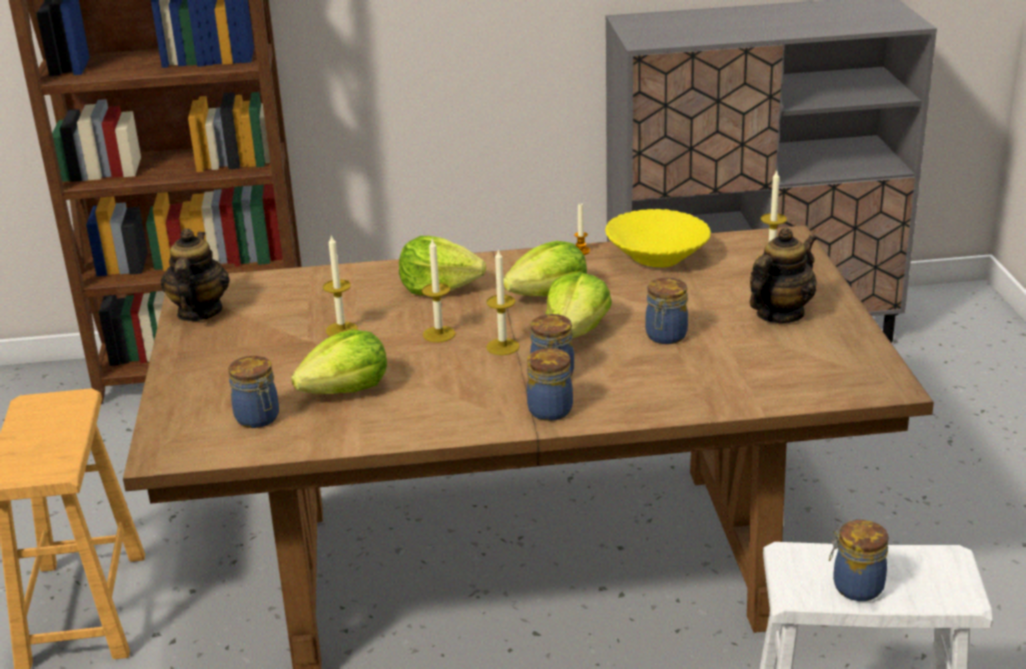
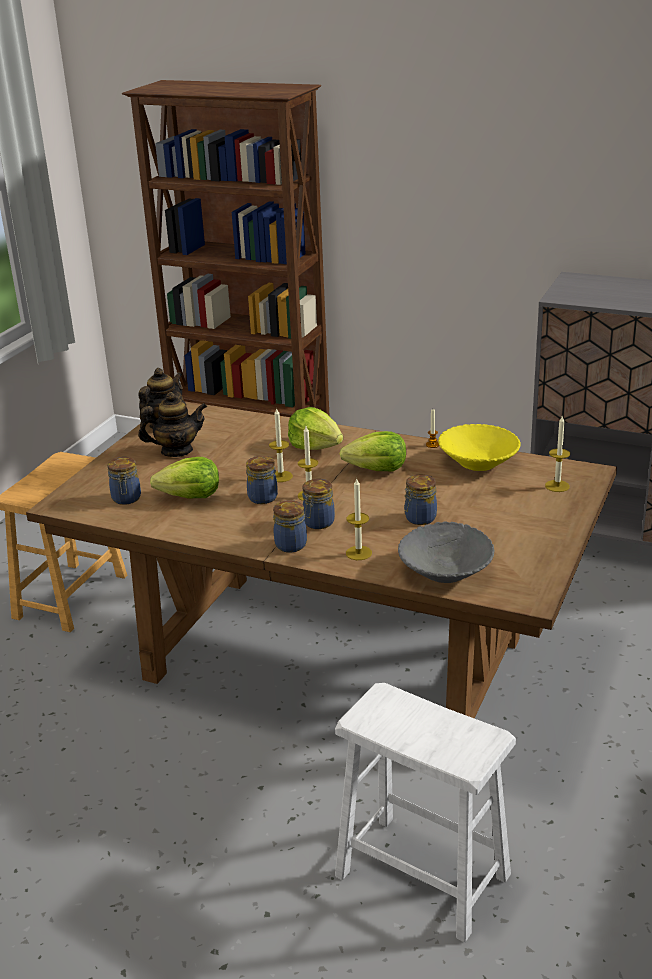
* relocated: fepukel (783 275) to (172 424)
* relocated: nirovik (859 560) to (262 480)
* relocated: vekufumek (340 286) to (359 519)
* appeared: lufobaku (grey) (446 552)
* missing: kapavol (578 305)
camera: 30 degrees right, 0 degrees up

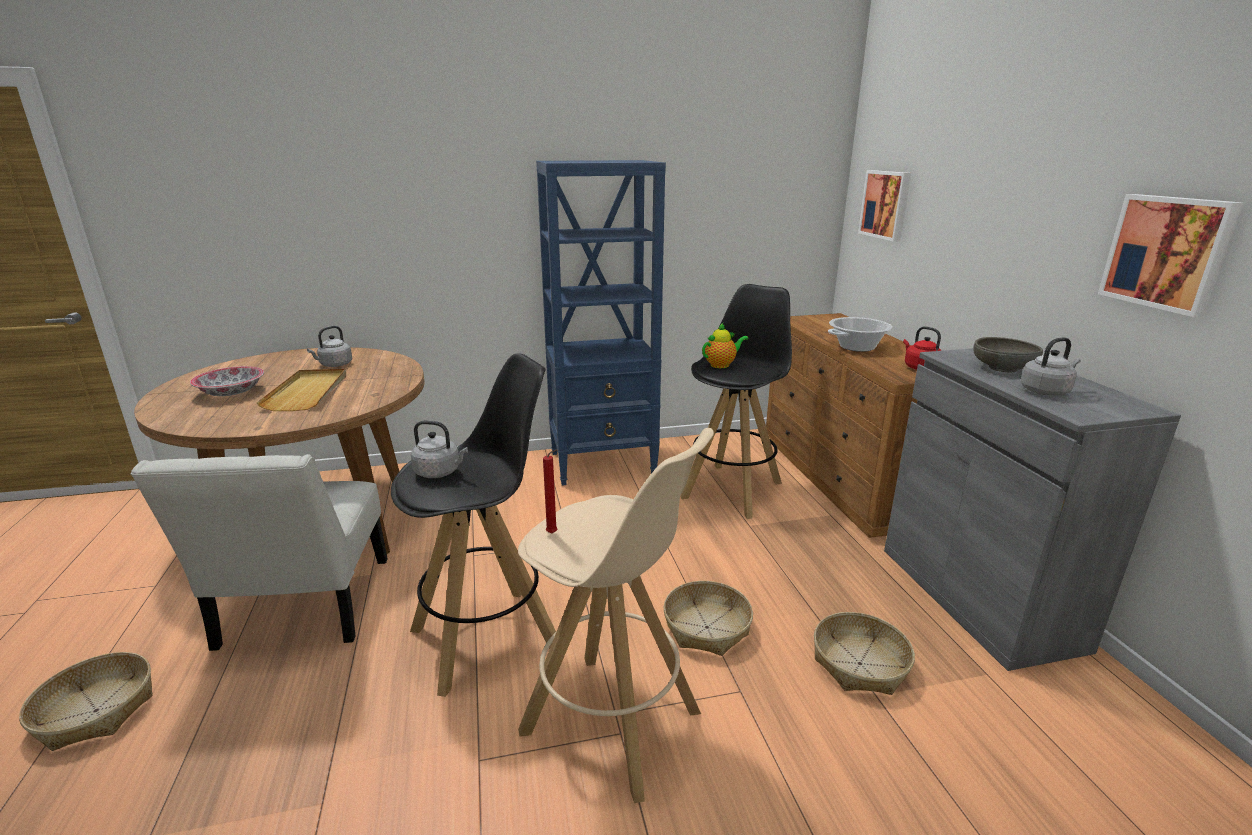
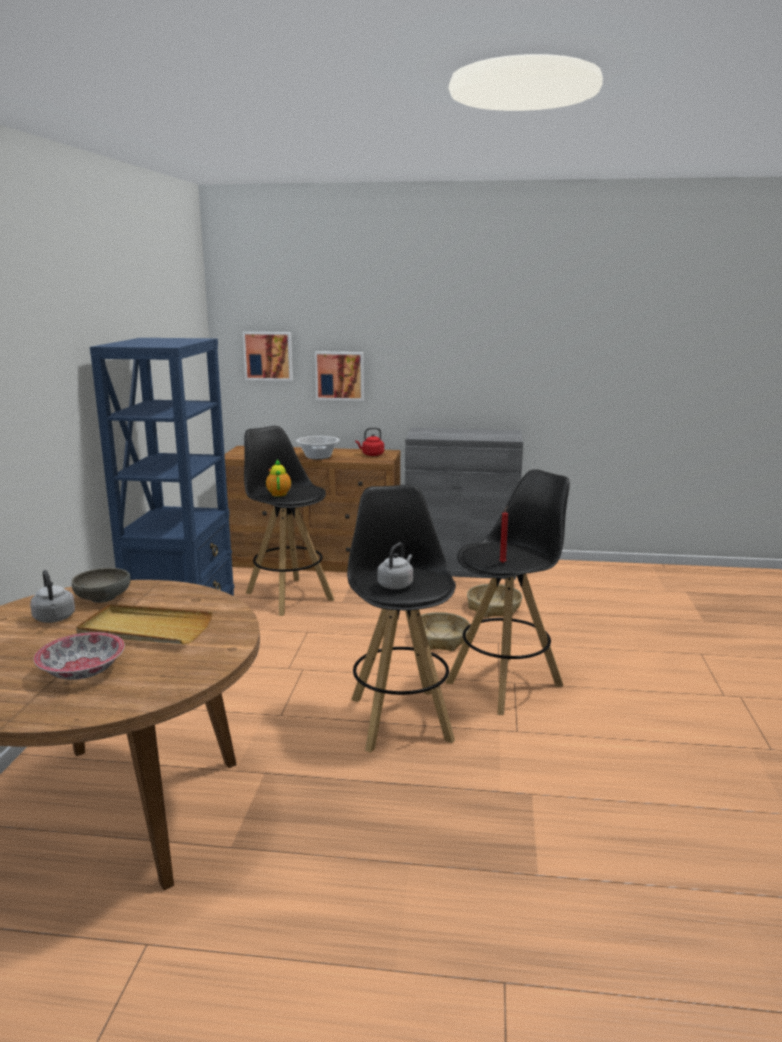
* relocated: lufobaku (grey) (1008 355) to (101 585)
* relocated: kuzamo (1171 255) to (339 376)
* colour: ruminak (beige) (616 615) to ruminak (black) (508 592)
* missing: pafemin (86 701)
* missing: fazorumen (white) (259 552)
* missing: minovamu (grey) (1051 366)
camera: 70 degrees left, 5 degrees down

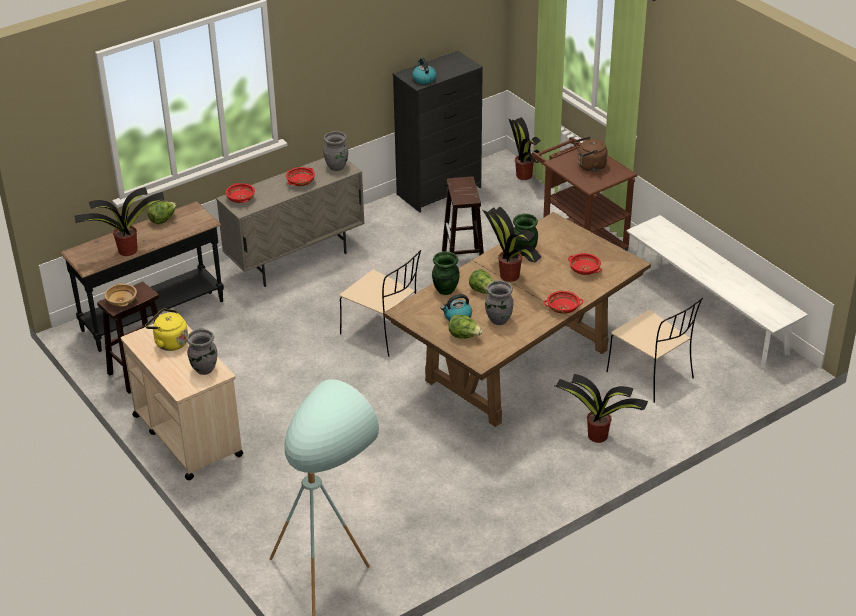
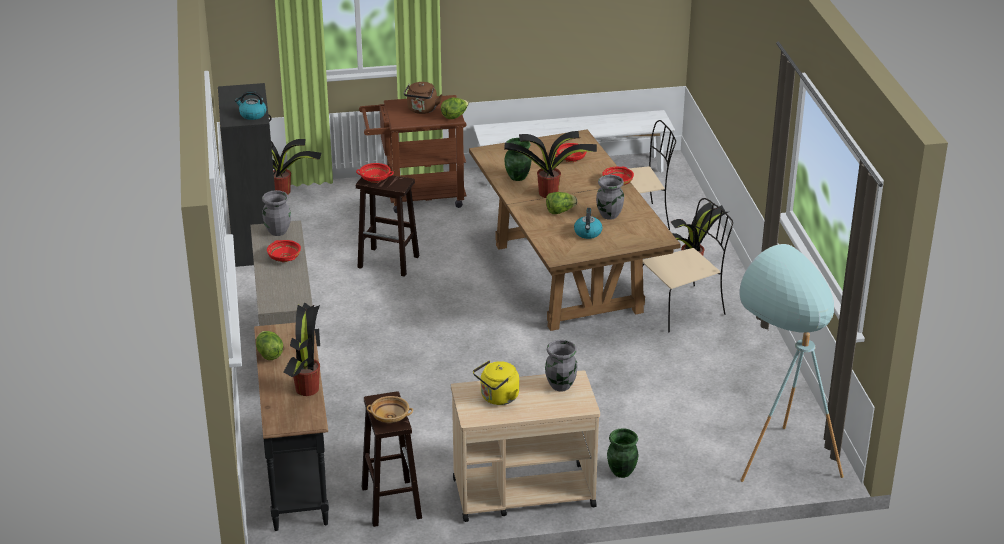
* relocated: lufobaku (red) (240 193) to (375 173)
* relocated: kapavol (466 326) to (455 108)
* relocated: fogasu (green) (446 273) to (622 453)
* relocated: fazorumen (beige) (380 303) to (688 265)
camera: 65 degrees left, 5 degrees down

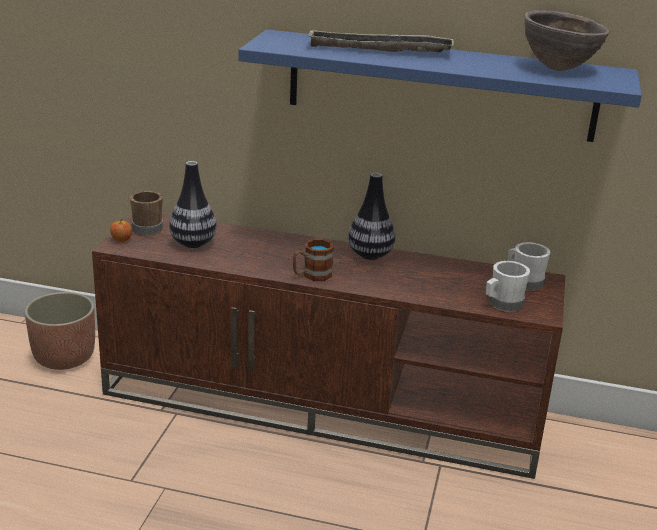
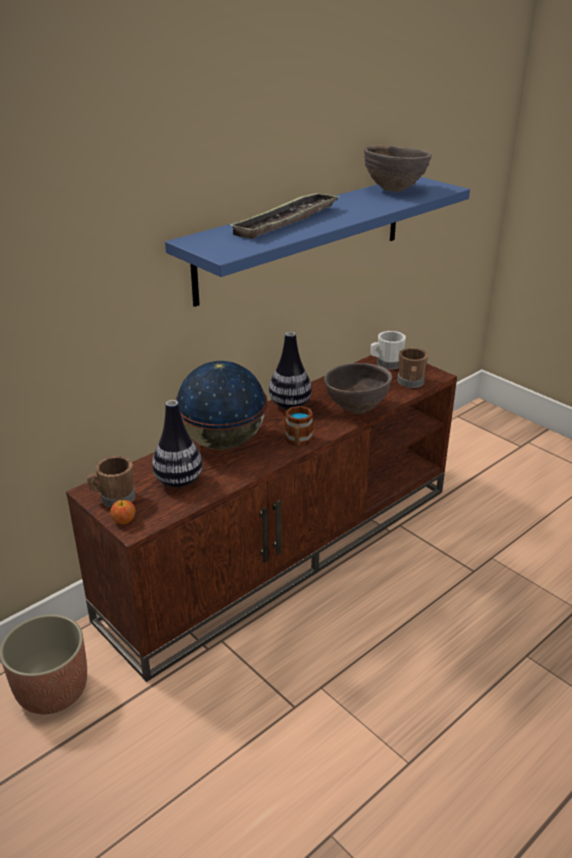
* appeared: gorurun (221 405)
* appeared: lufobaku (brown) (358 388)
* colour: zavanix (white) (508 286) to zavanix (brown) (412 368)
camera: 55 degrees left, 5 degrees up

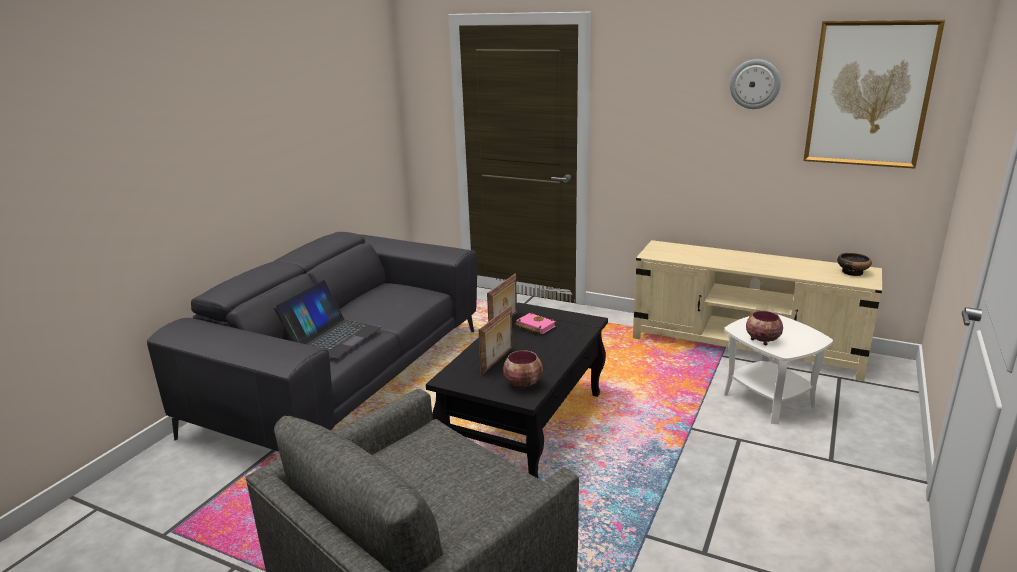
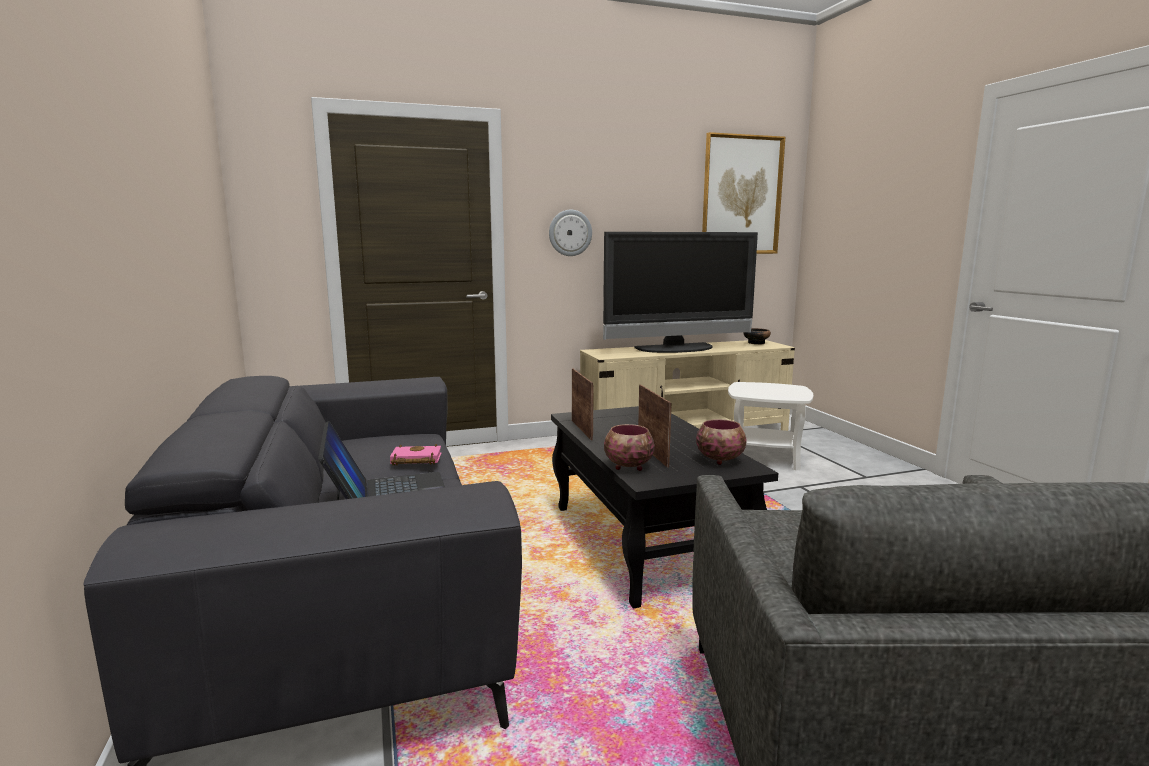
* relocated: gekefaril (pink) (536 323) to (415 454)
* relocated: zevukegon (755 84) to (570 233)
* appeared: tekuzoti (680 292)
* relocated: lufobaku (764 328) to (629 447)
camera: 45 degrees left, 10 degrees down

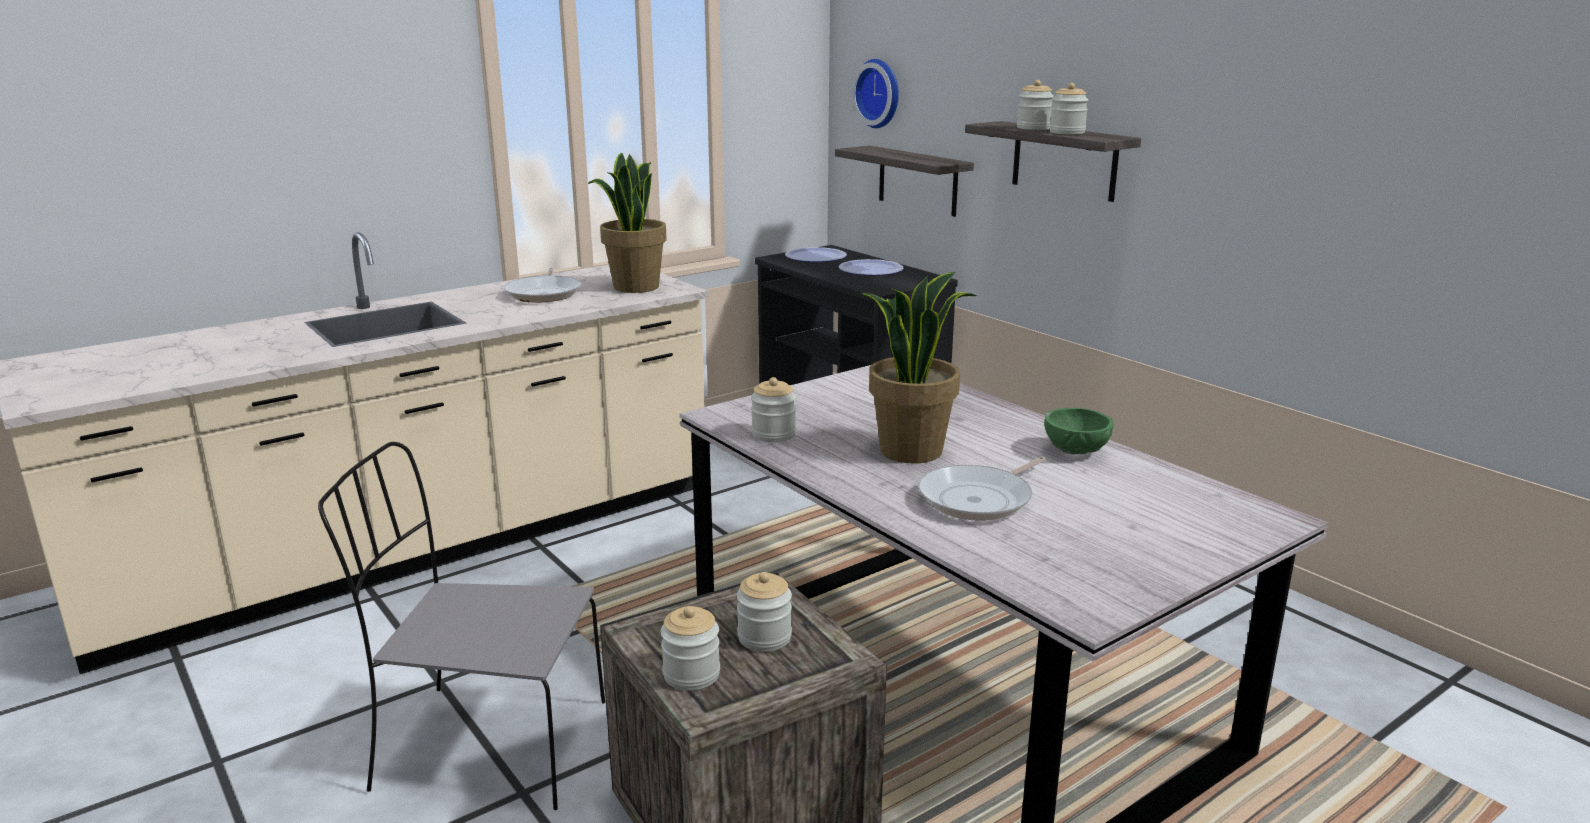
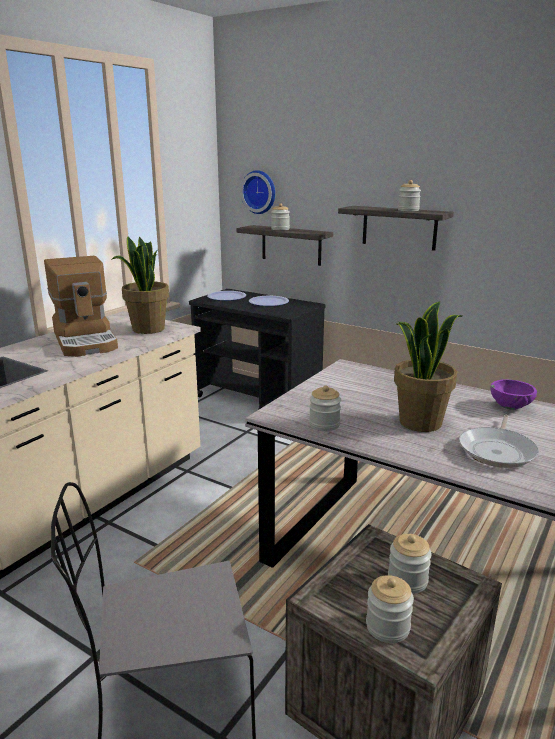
* exchanged: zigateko (542 285) to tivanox (81 306)
* relocated: nirovik (1035 105) to (280 216)
* colour: lufobaku (green) (1079 431) to lufobaku (purple) (513 394)
camera: 20 degrees left, 0 degrees up

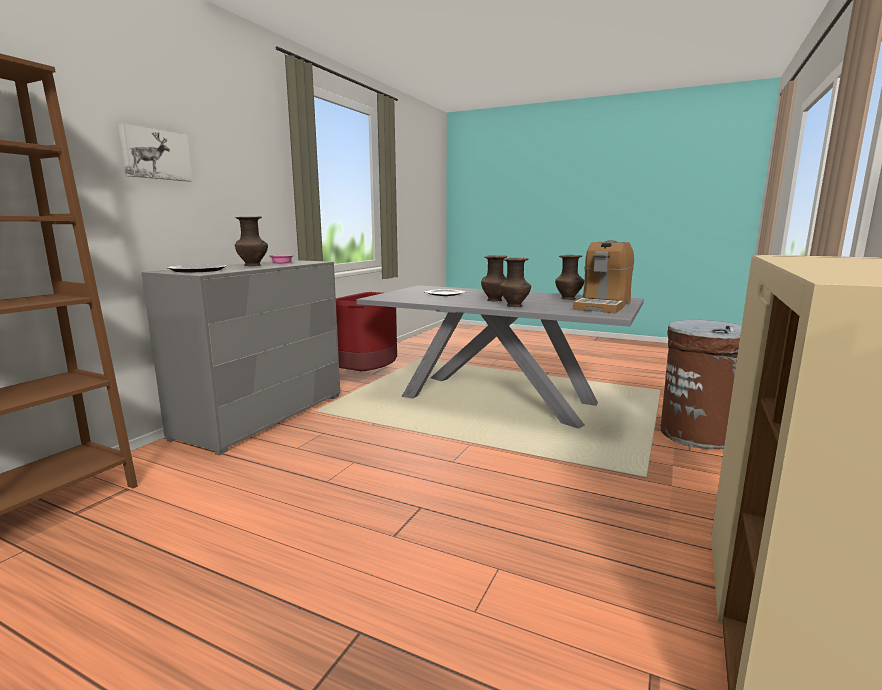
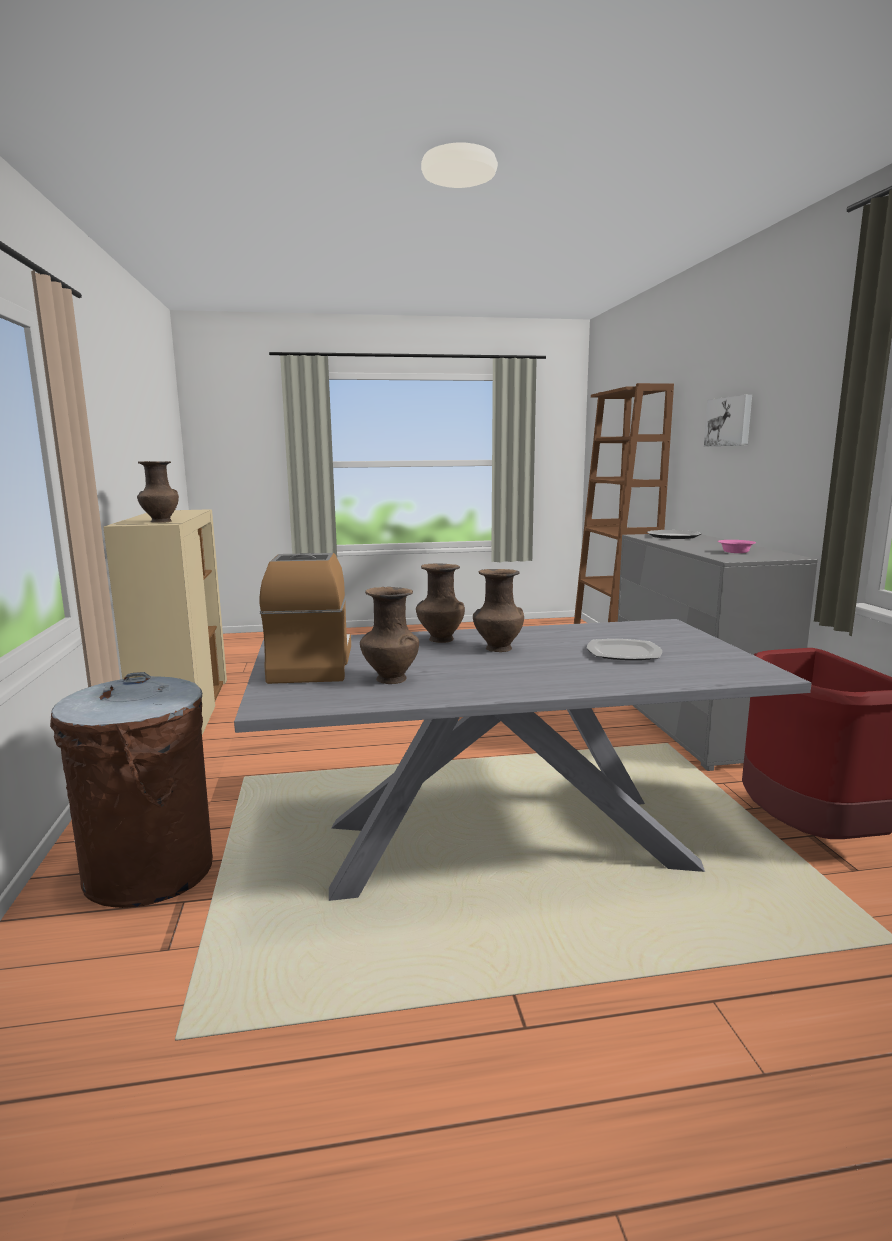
* relocated: fogasu (brown) (251 241) to (158 492)
camera: 145 degrees right, 0 degrees up

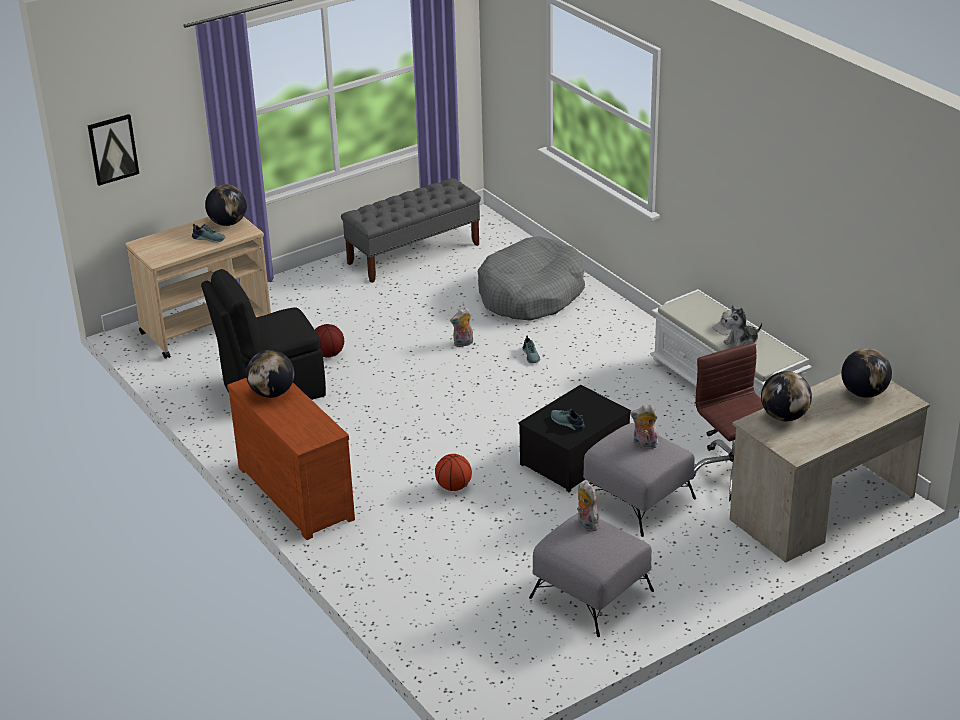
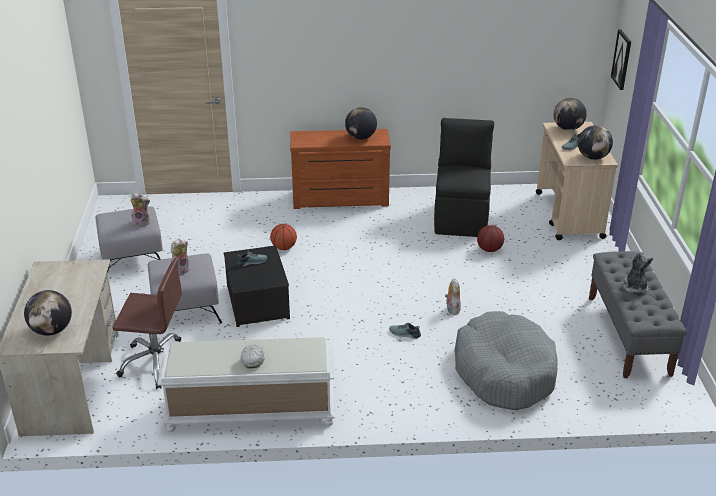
* relocated: gorurun (786 396) to (570 114)
* relocated: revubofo (742 326) to (638 273)
camera: 120 degrees right, 0 degrees up

